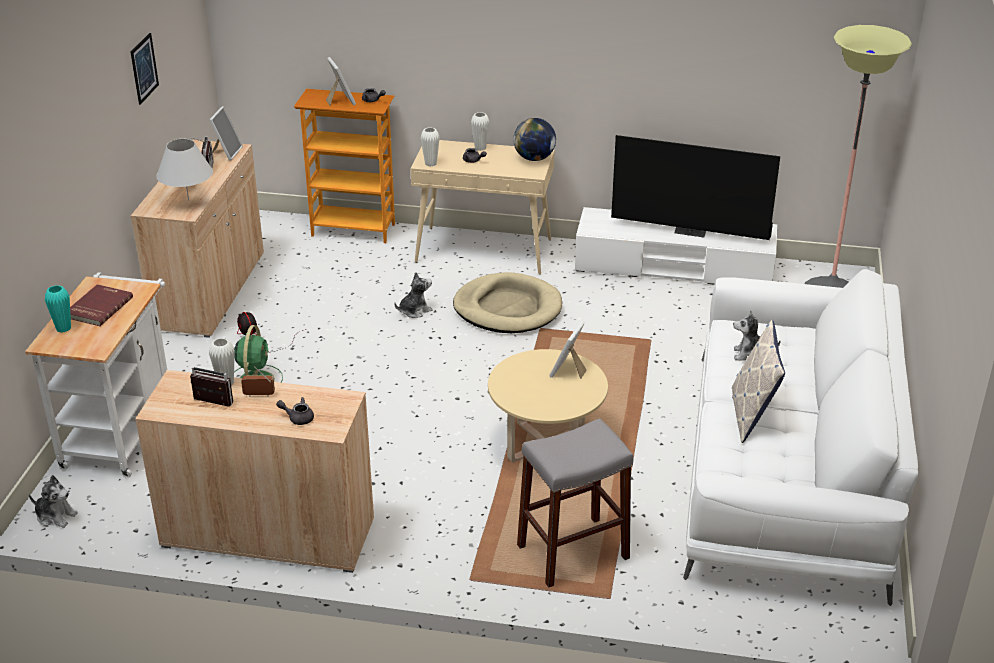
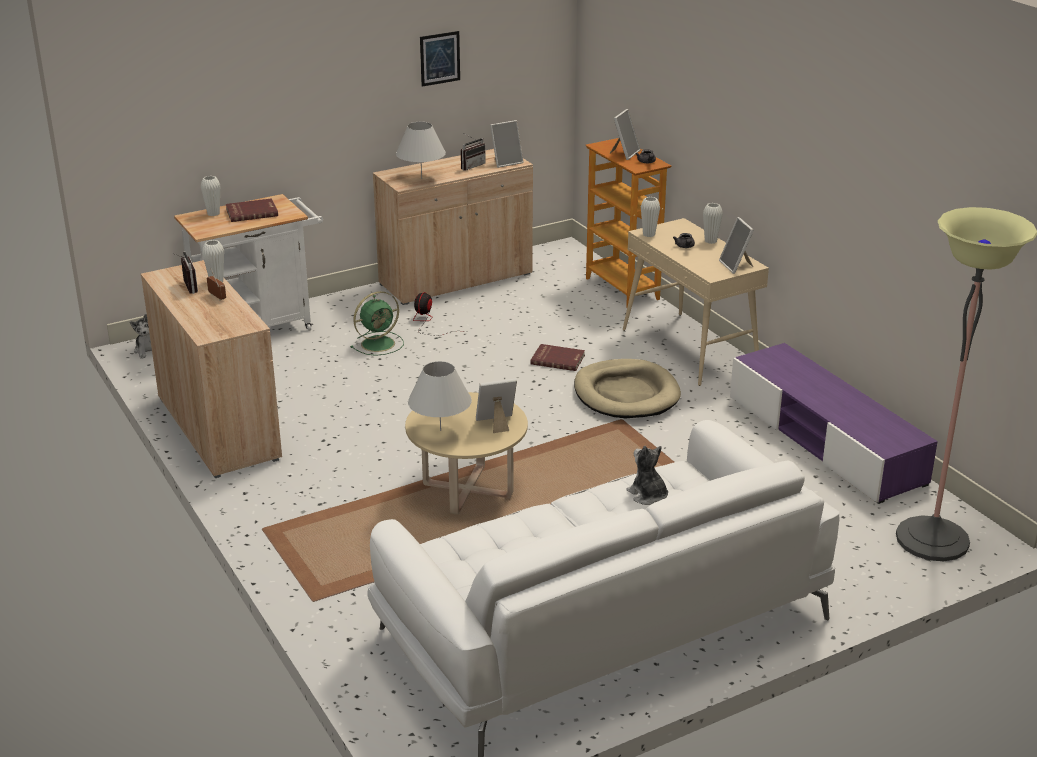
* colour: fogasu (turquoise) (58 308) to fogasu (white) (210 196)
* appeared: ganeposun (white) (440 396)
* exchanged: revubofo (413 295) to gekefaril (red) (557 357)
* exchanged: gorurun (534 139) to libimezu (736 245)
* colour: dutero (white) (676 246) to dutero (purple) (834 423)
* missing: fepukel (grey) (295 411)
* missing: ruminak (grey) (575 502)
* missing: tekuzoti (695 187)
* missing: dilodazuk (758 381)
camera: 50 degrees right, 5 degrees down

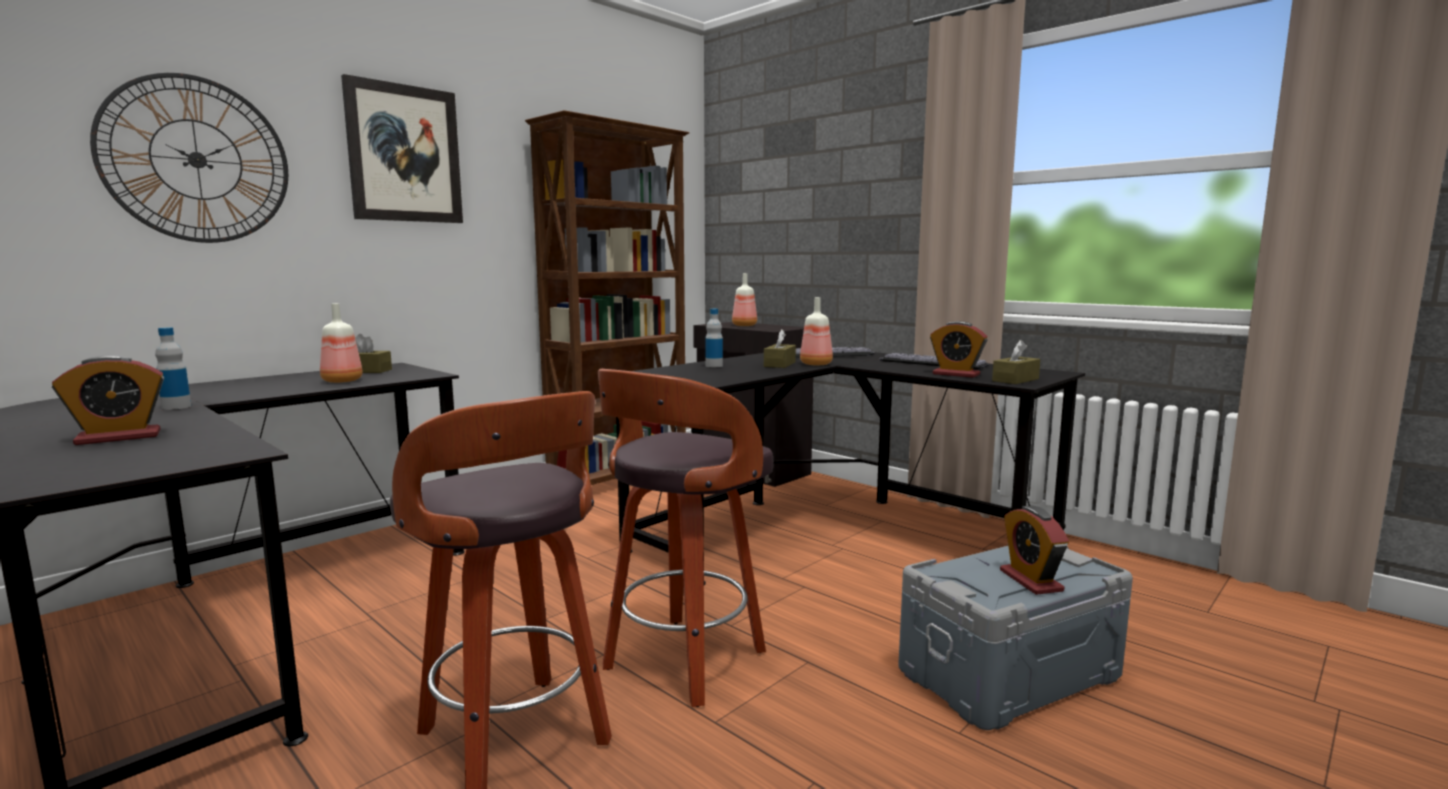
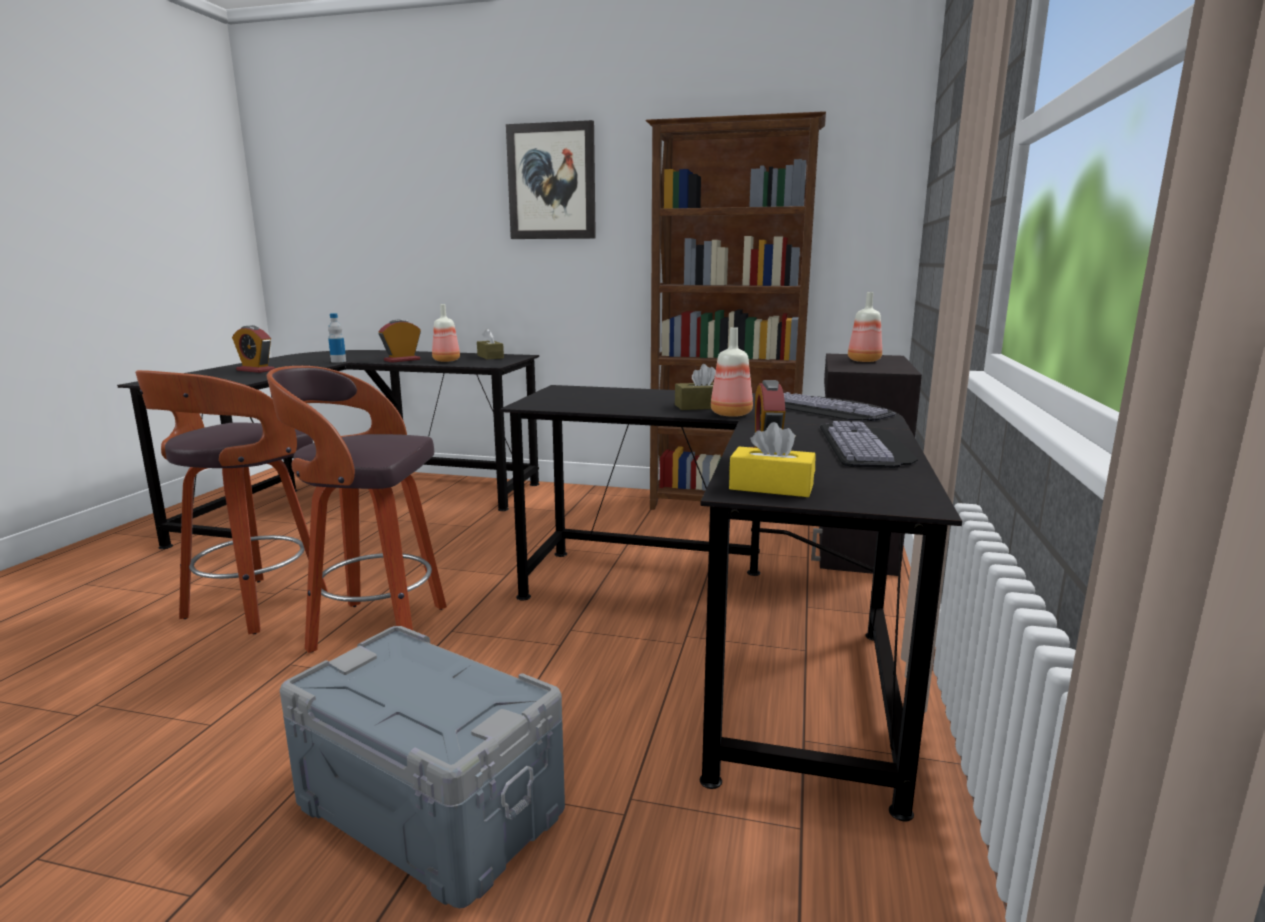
* relocated: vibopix (1034 550) to (399 341)
* colour: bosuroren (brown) (1016 362) to bosuroren (yellow) (772 459)
* missing: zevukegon (189 158)
* missing: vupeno (714 338)
camera: 60 degrees right, 5 degrees up

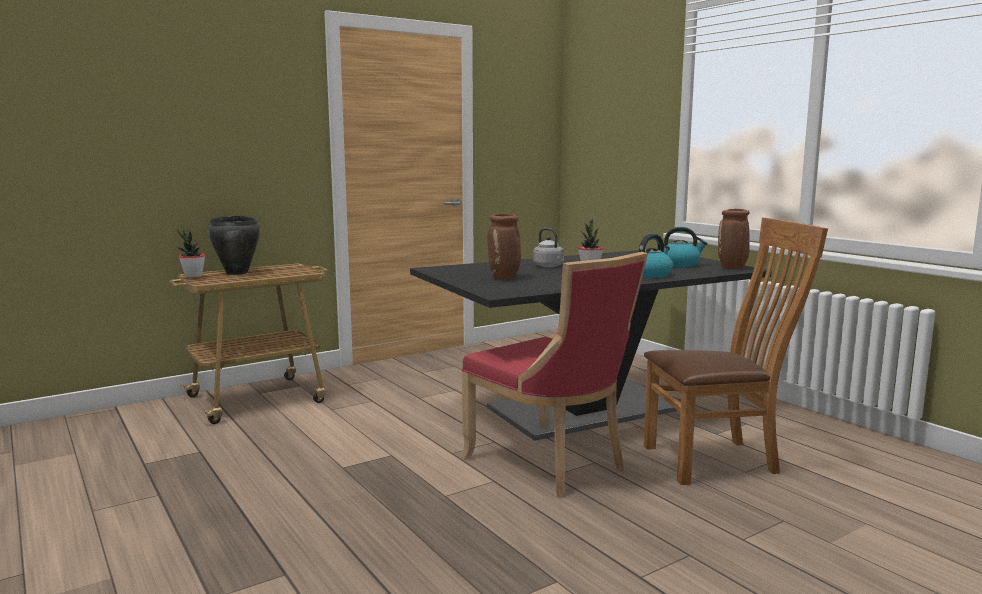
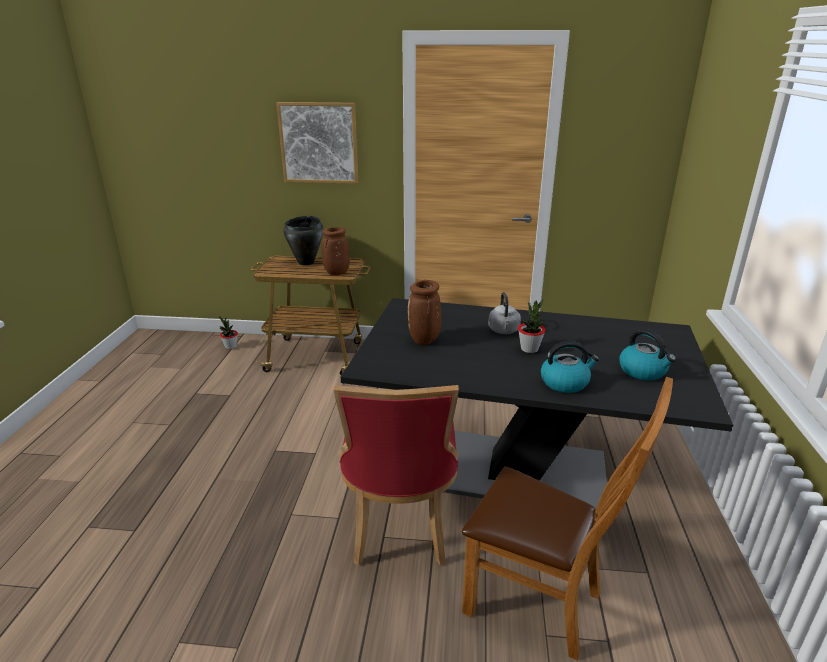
* relocated: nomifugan (191 253) to (228 332)
* appeared: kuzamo (317 143)
* relocated: fogasu (brown) (734 239) to (335 251)
camera: 40 degrees right, 15 degrees up

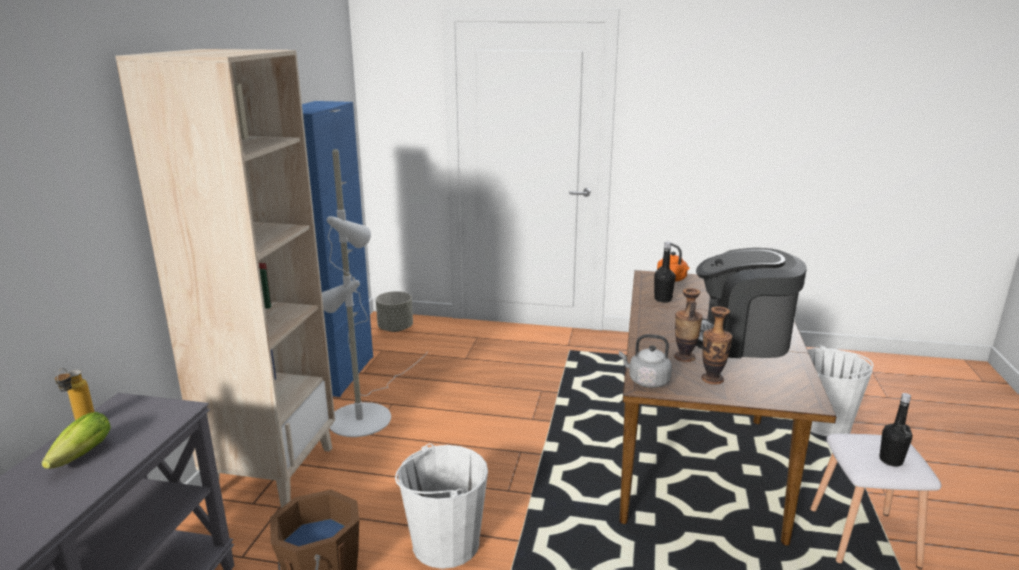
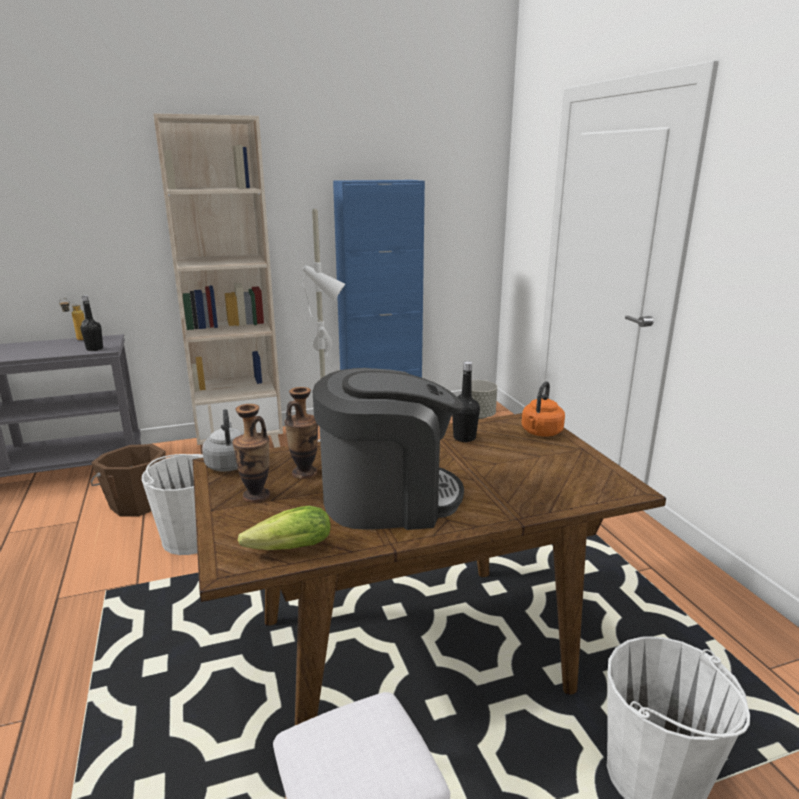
* relocated: vupeno (black) (895 429) to (91 323)
* relocated: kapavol (76 440) to (284 528)
* spun: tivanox (751 302) = (388 449) 105 degrees clockwise
camera: 60 degrees right, 0 degrees up

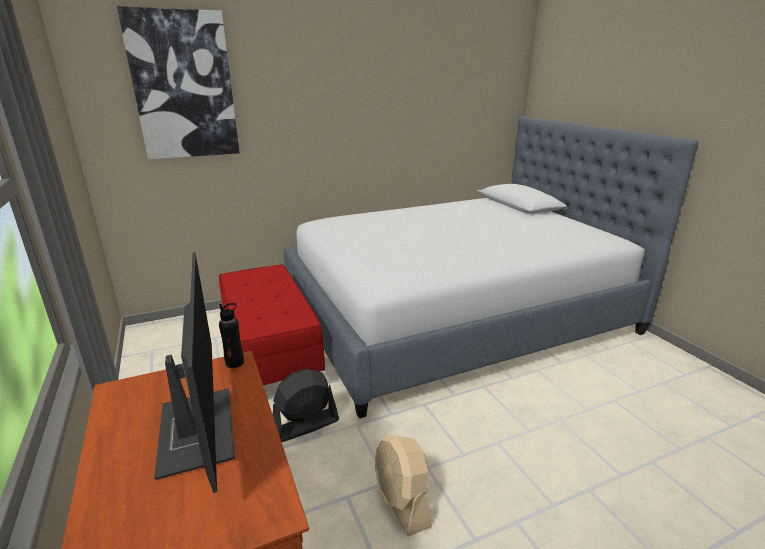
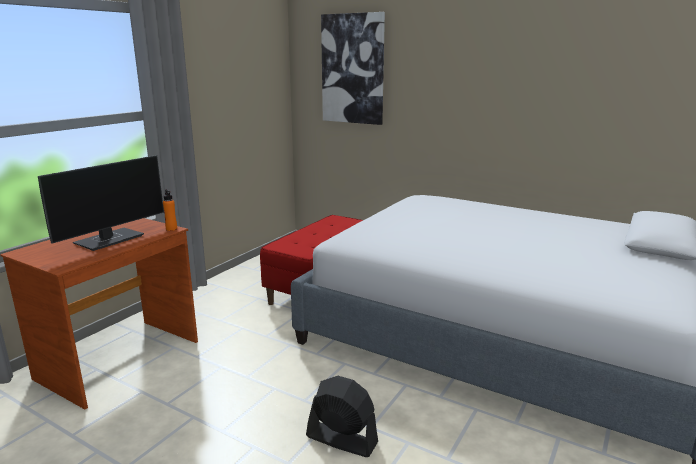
* colour: vupeno (black) (231 335) to vupeno (orange) (170 210)
* relocated: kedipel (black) (306 405) to (342 416)
* missing: kedipel (beige) (403 486)
camera: 55 degrees right, 5 degrees down

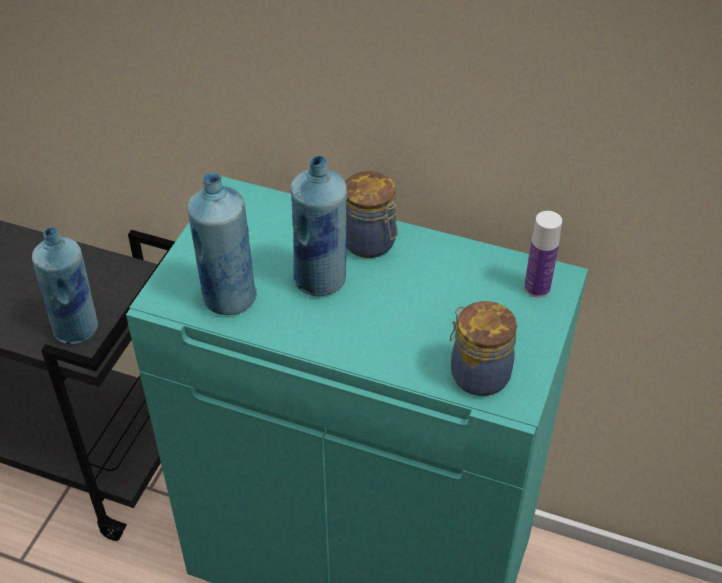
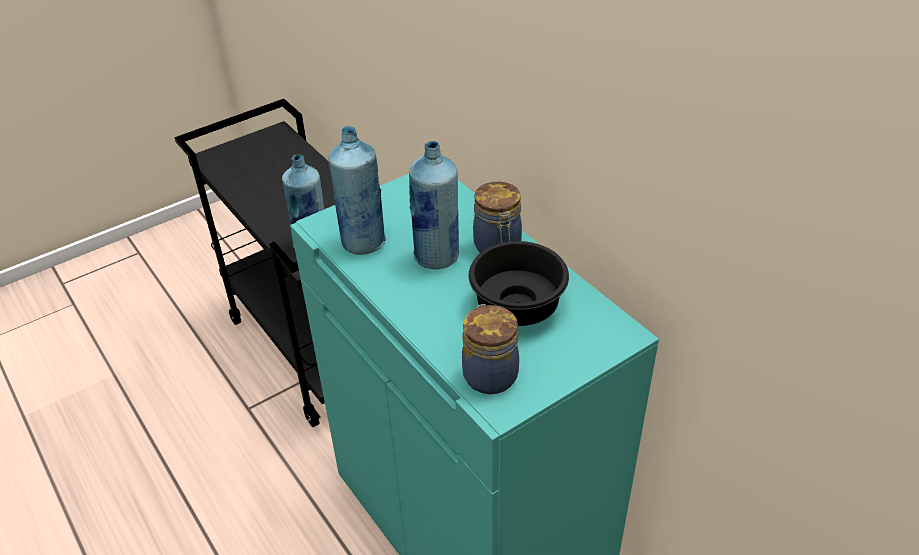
* appeared: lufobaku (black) (518 283)
* missing: vupeno (543 254)
camera: 35 degrees right, 5 degrees down

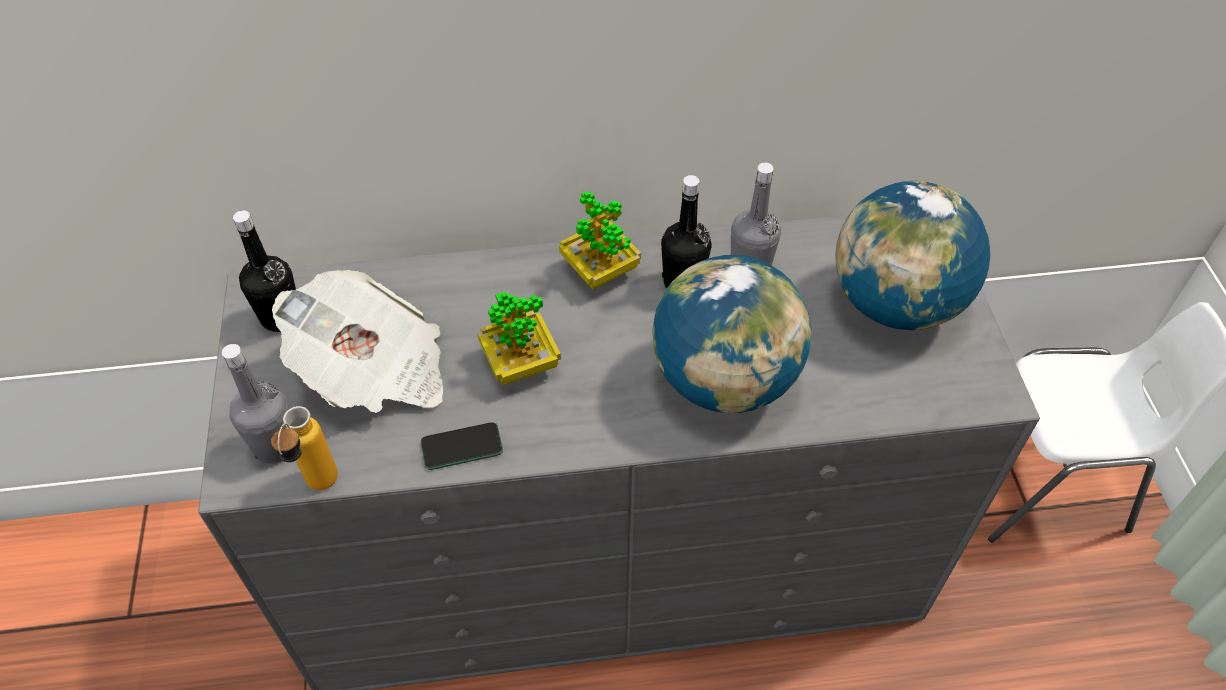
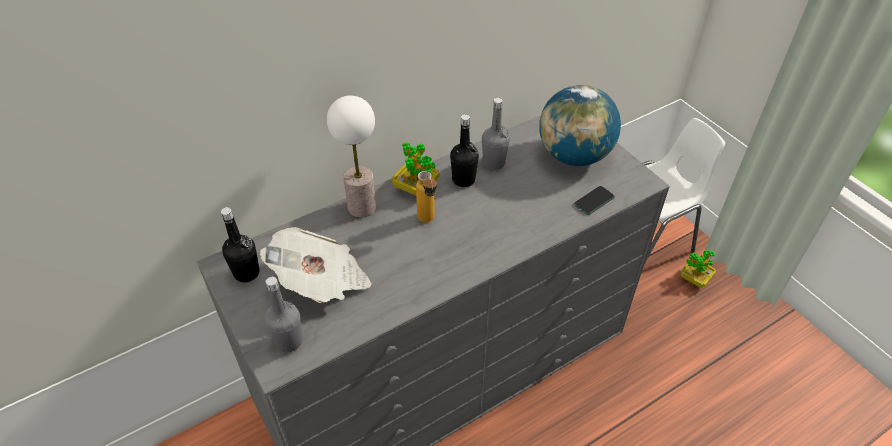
* appeared: ganeposun (351 156)
* relocated: vupeno (304 448) to (426 196)
* relocated: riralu (462 446) to (594 200)
* relocated: nomifugan (519 338) to (698 269)
* missing: gorurun (731 334)
camera: 25 degrees left, 5 degrees down

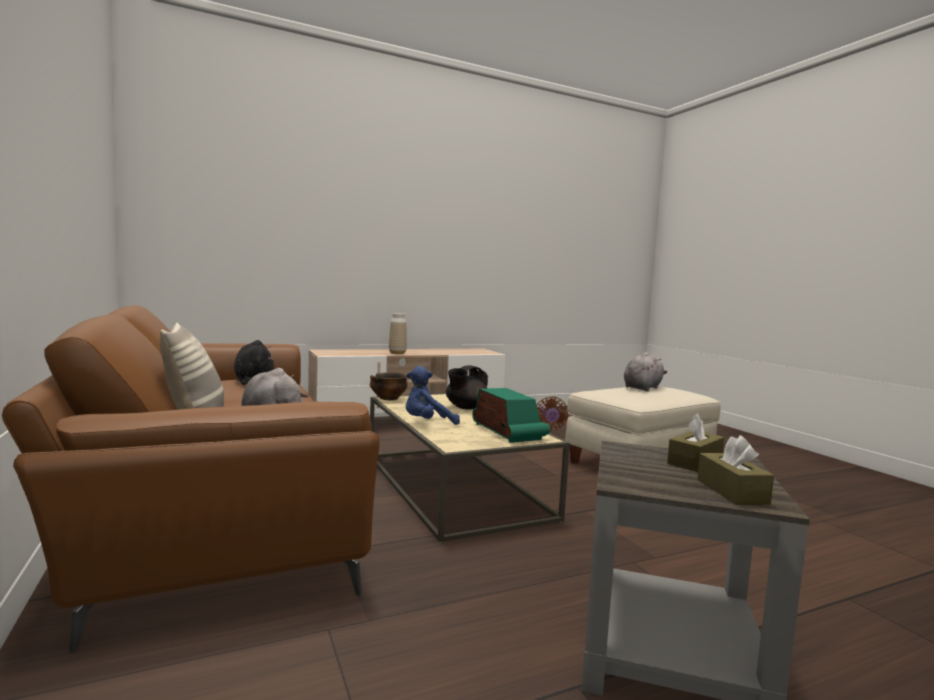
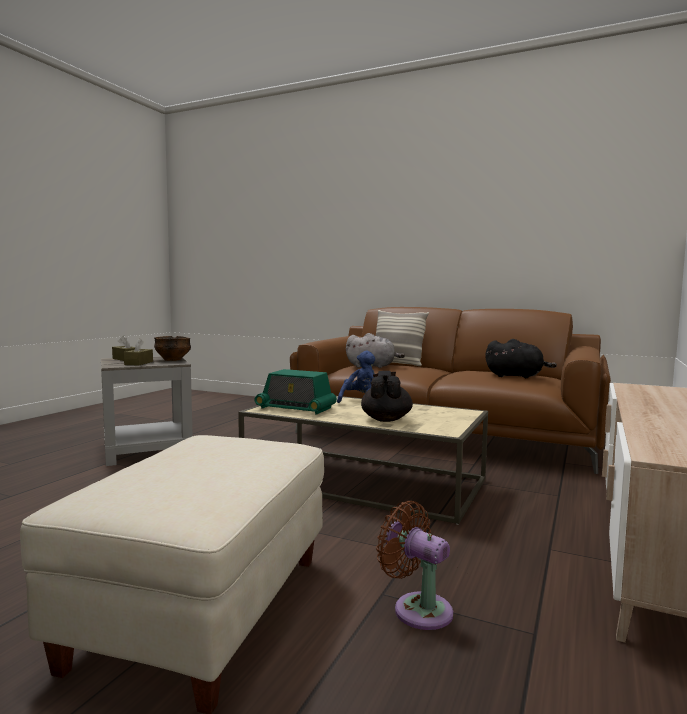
* relocated: lufobaku (389 386) to (172 348)
* missing: fogasu (398 333)
* missing: revubofo (grey) (645 371)
camera: 140 degrees right, 0 degrees up

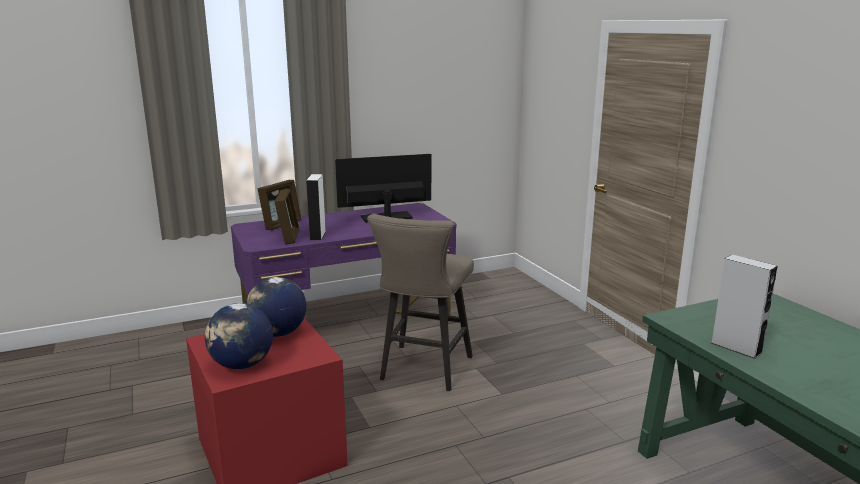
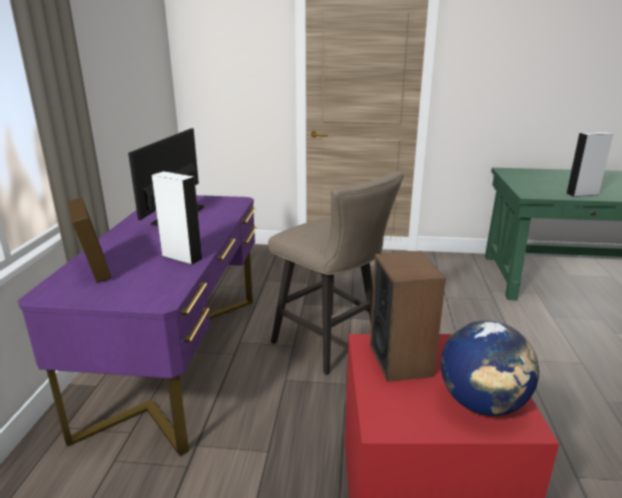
* exchanged: gorurun (276 307) to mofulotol (408 316)
* missing: libimezu (287 217)
camera: 60 degrees left, 5 degrees up

